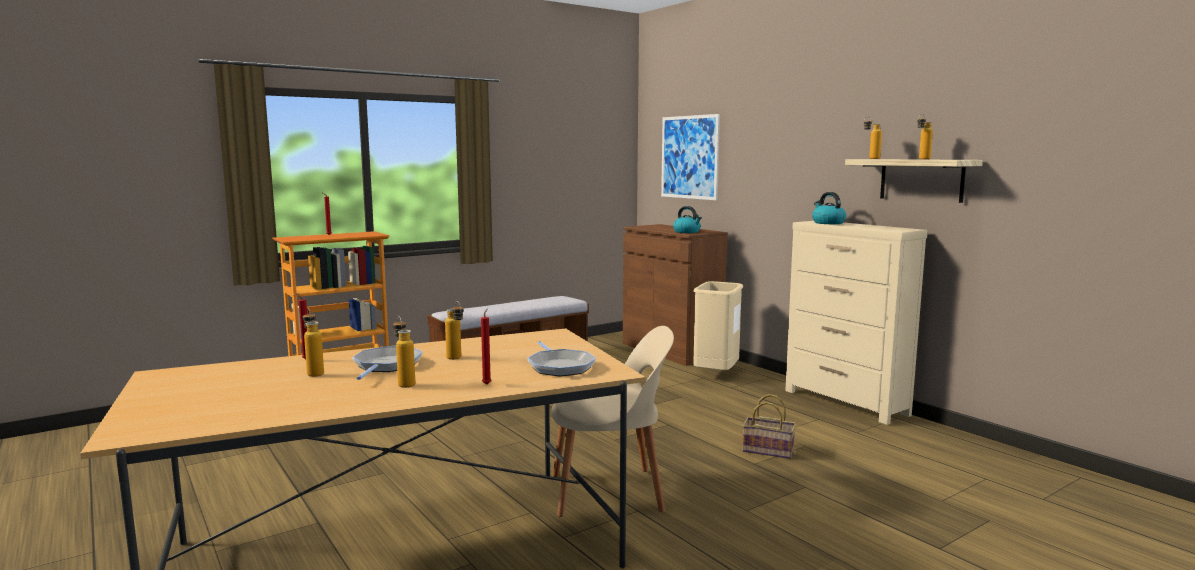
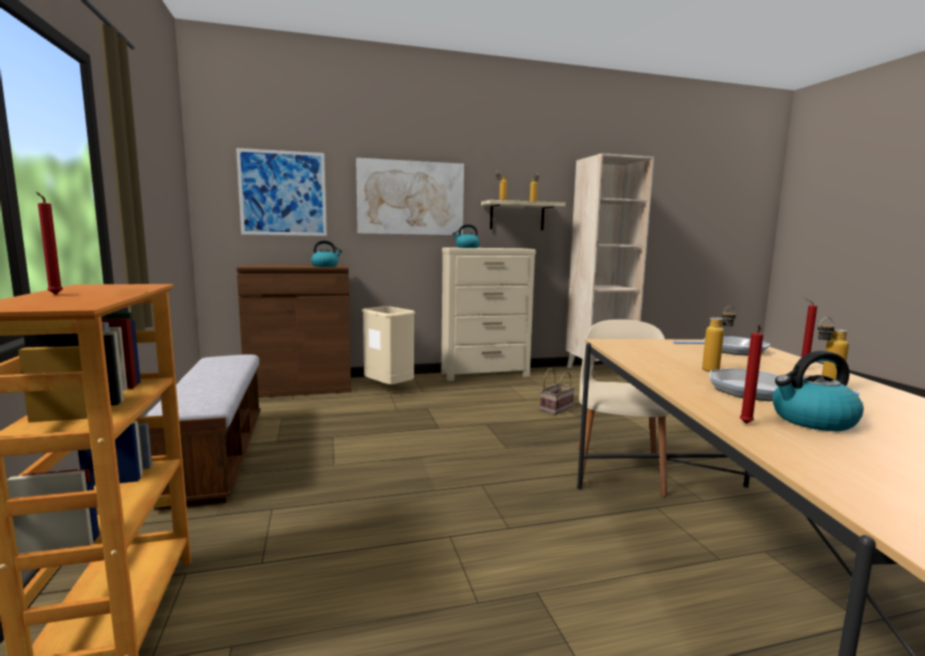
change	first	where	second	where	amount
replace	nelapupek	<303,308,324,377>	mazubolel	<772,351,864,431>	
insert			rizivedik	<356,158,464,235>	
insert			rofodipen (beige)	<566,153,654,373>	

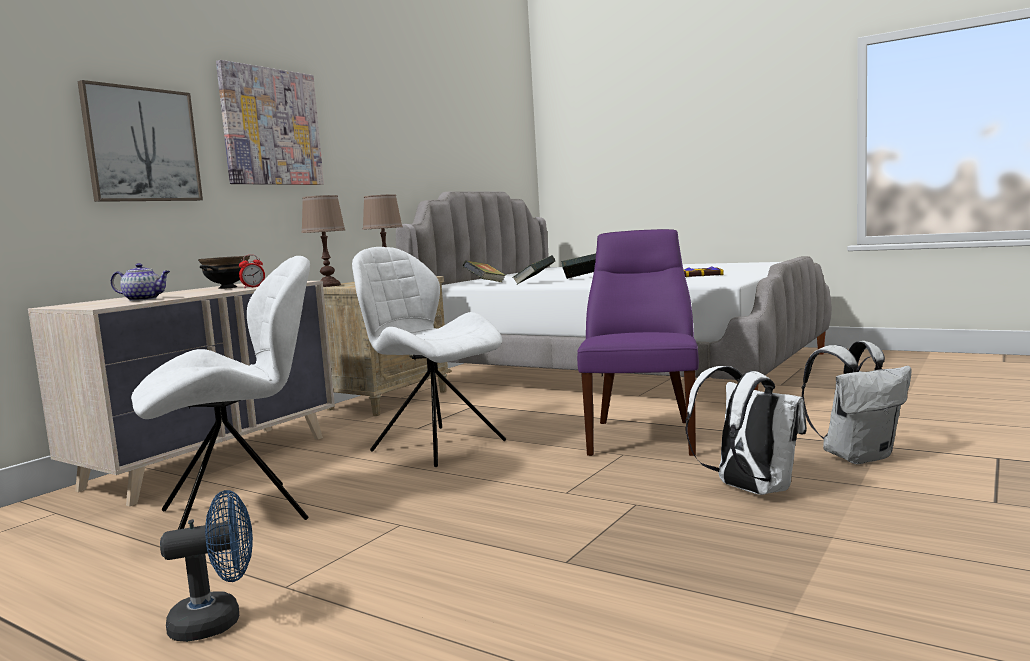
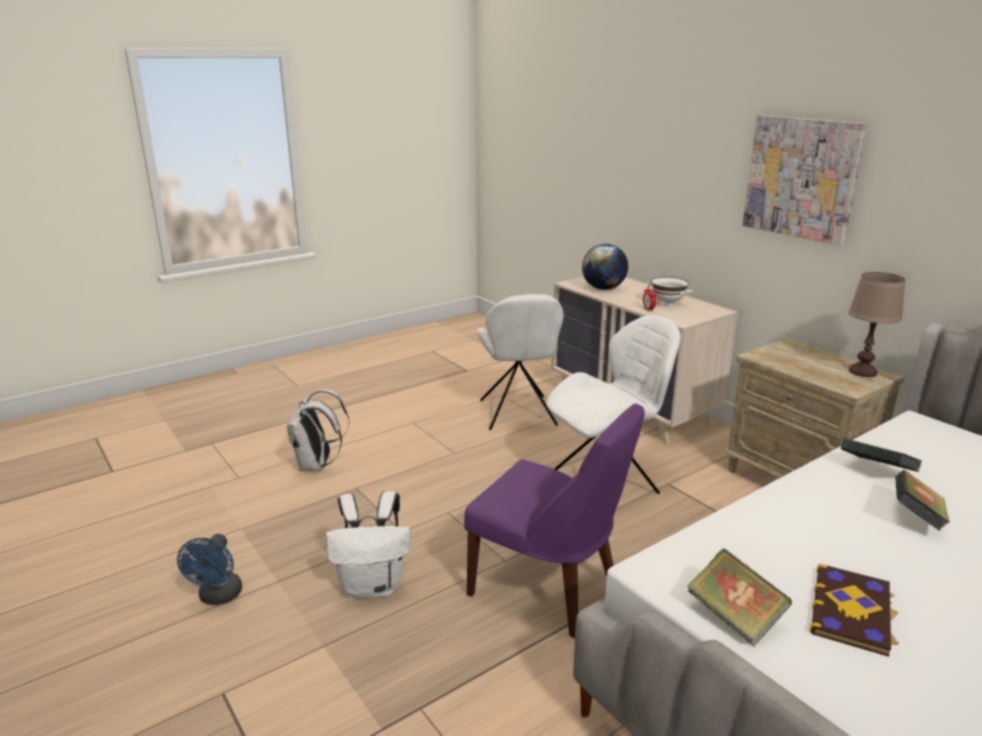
change	first	where	second	where	amount
delete	rizivedik	<77,80,203,202>			
replace	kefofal	<111,263,170,301>	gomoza	<582,244,628,290>	
move	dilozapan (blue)	<160,490,253,642>		<177,534,242,605>	
recolor	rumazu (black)	<198,256,250,289>	rumazu (white)	<647,277,693,306>	
delete	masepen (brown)	<301,195,345,287>			
move	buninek	<463,260,506,282>		<687,549,792,647>	
move	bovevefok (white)	<802,341,912,464>		<287,389,350,471>	

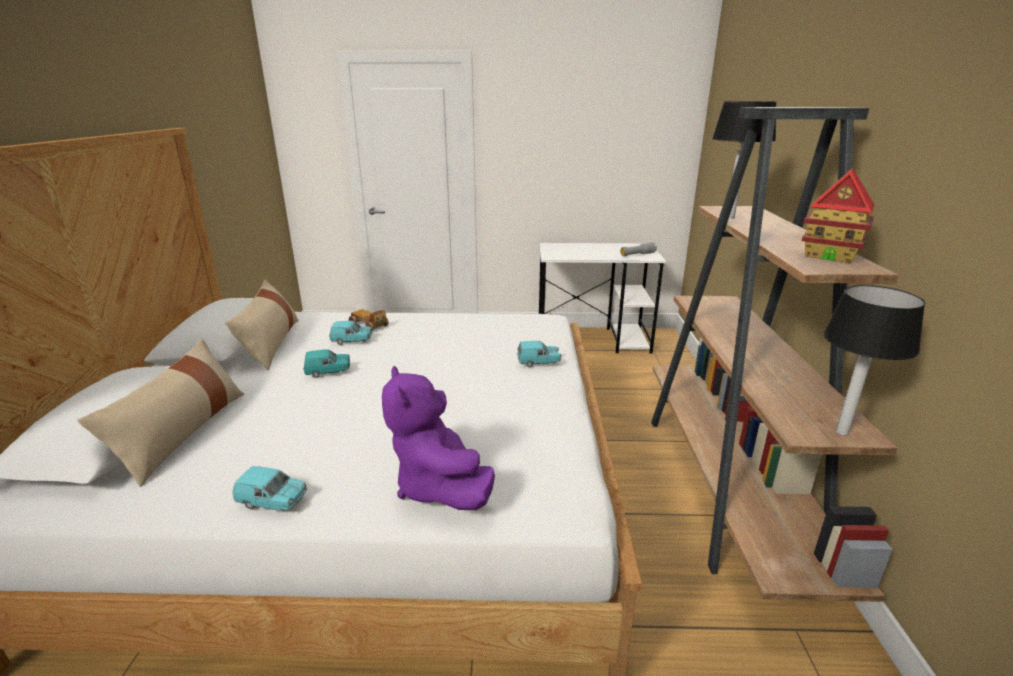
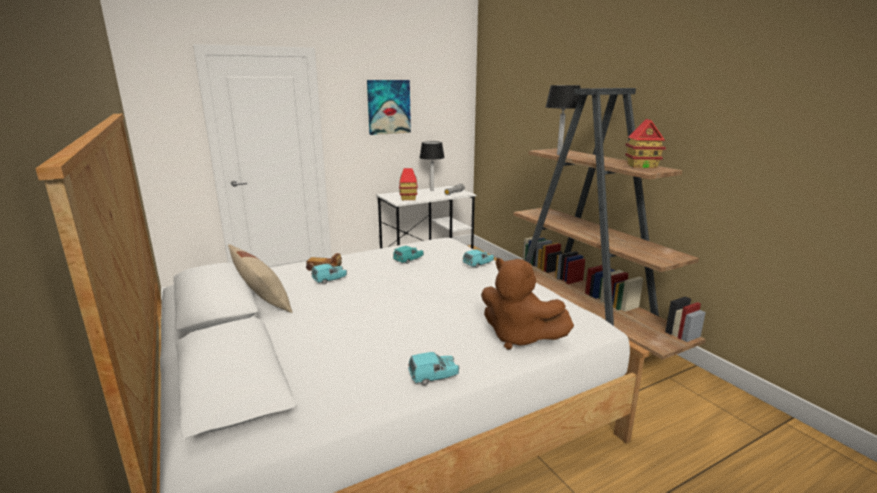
change	first	where	second	where	amount
delete	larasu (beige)	<77,339,244,487>			
move	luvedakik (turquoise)	<303,349,350,378>		<393,246,424,264>	
recolor	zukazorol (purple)	<382,366,495,510>	zukazorol (brown)	<481,258,574,350>	
move	masepen	<823,285,925,435>		<419,141,445,191>	
insert			rizivedik	<367,80,411,135>	
insert			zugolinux	<399,168,418,200>	

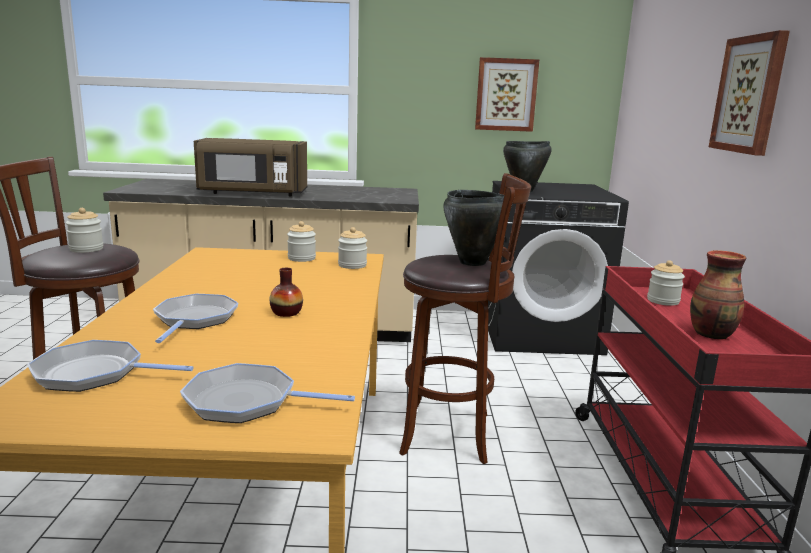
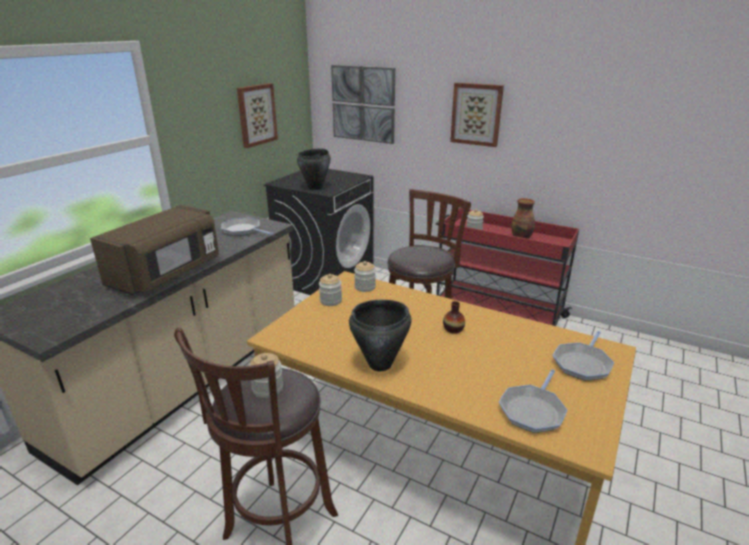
change	first	where	second	where	amount
move	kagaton	<153,294,238,343>		<221,218,273,236>	
move	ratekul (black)	<443,190,504,266>		<349,300,411,371>	
insert			rizivedik	<331,65,395,144>	

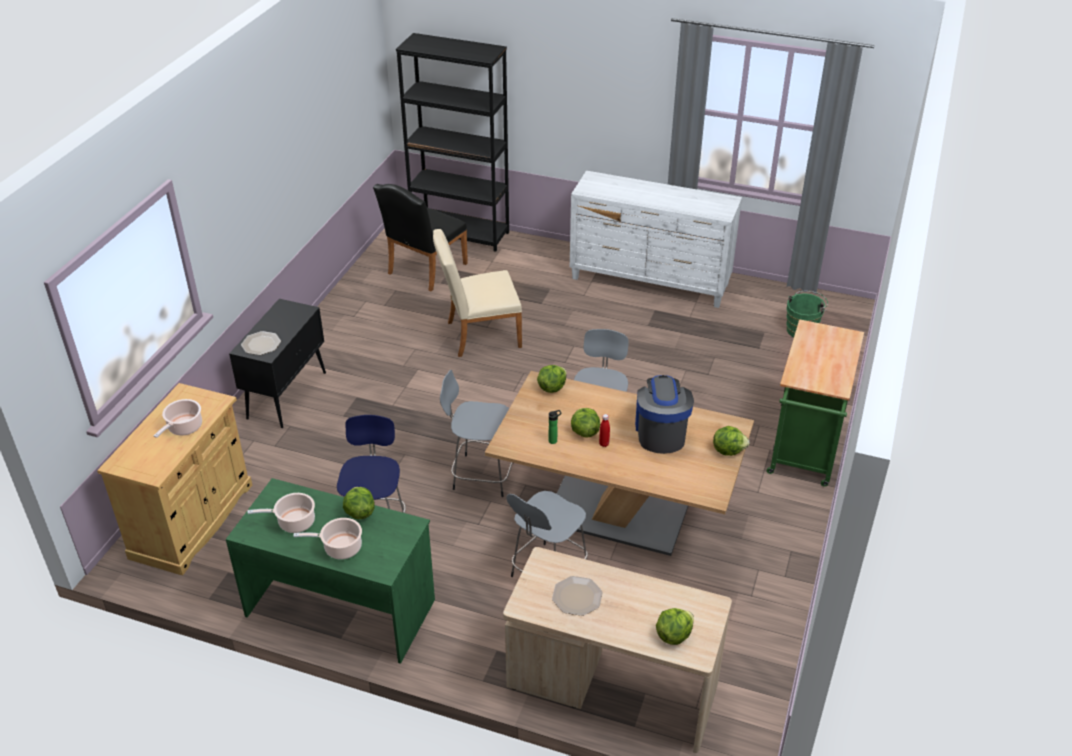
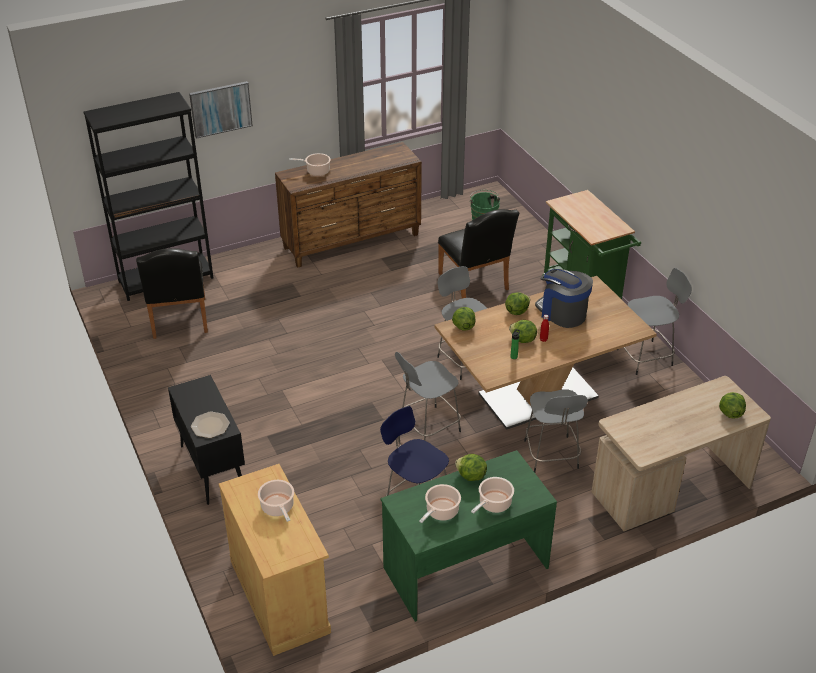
change	first	where	second	where	amount
delete	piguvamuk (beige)	<433,229,522,357>			
delete	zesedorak	<552,576,603,616>			
recolor	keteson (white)	<570,171,742,308>	keteson (brown)	<275,142,422,268>	
move	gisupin	<713,426,750,456>		<505,292,530,315>	
insert			rizivedik	<189,81,253,139>	
insert			ratekul	<289,153,331,176>	
insert			piguvamuk (black)	<438,209,519,298>	
insert			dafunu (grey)	<617,268,692,375>	

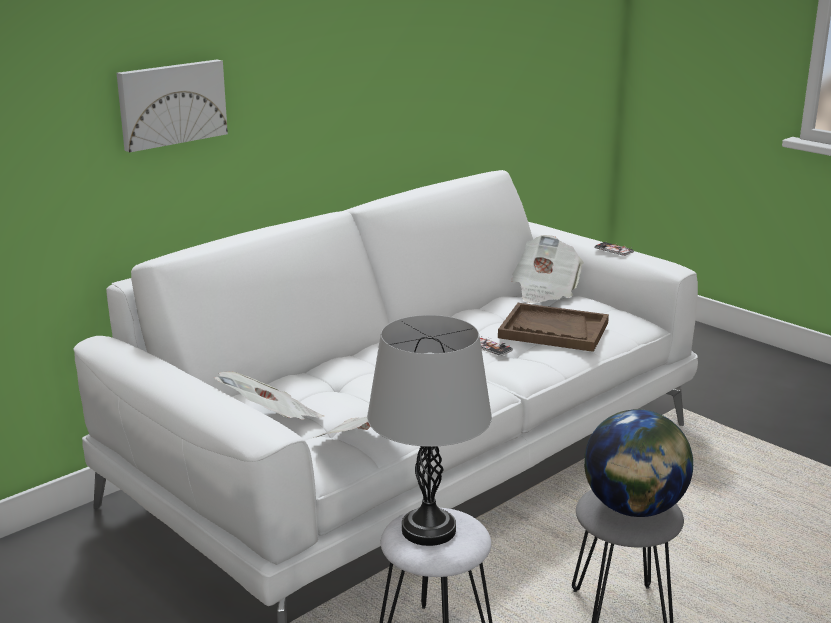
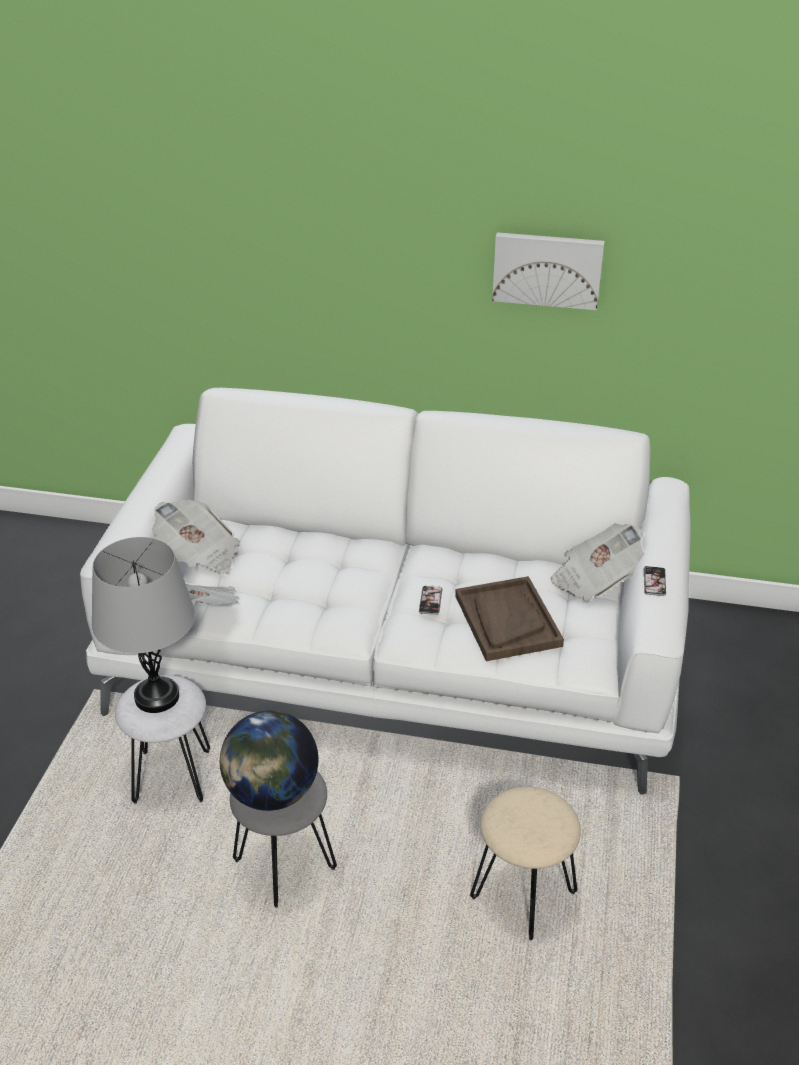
change	first	where	second	where	amount
move	rizivedik	<116,60,228,152>		<492,232,605,310>	
insert			dafunu (beige)	<470,787,581,940>	

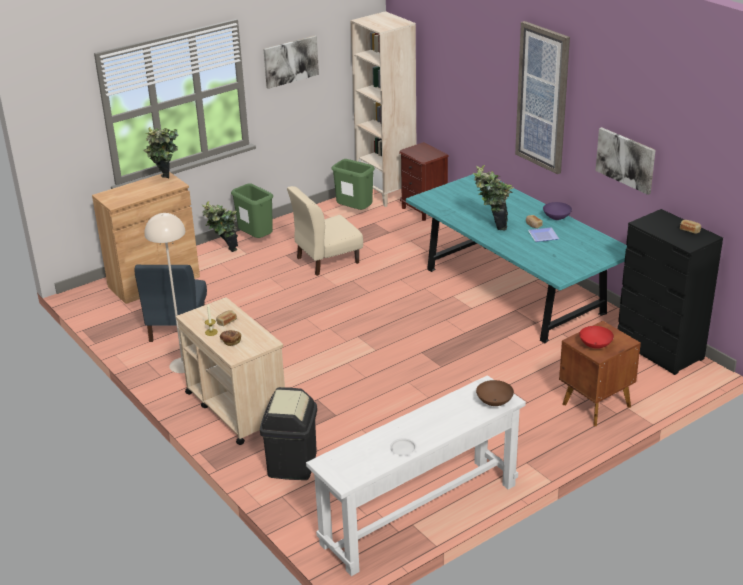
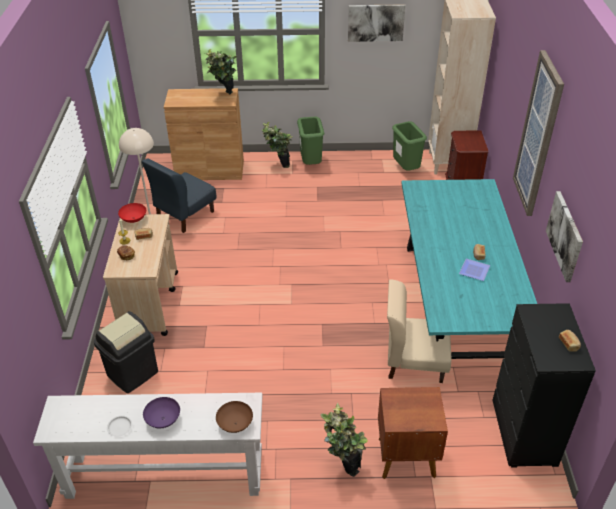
change	first	where	second	where	amount
move	piguvamuk (beige)	<287,186,363,276>		<387,280,451,383>	
move	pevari	<472,165,514,230>		<321,403,368,477>	
move	rumazu (purple)	<543,202,572,220>		<143,397,180,428>	
move	rumazu (red)	<579,326,614,349>		<118,203,146,223>	

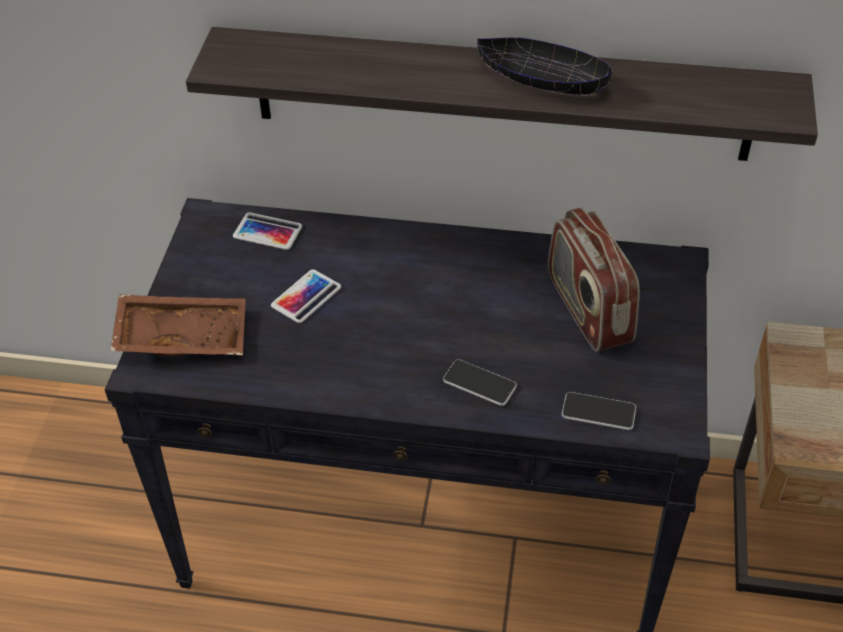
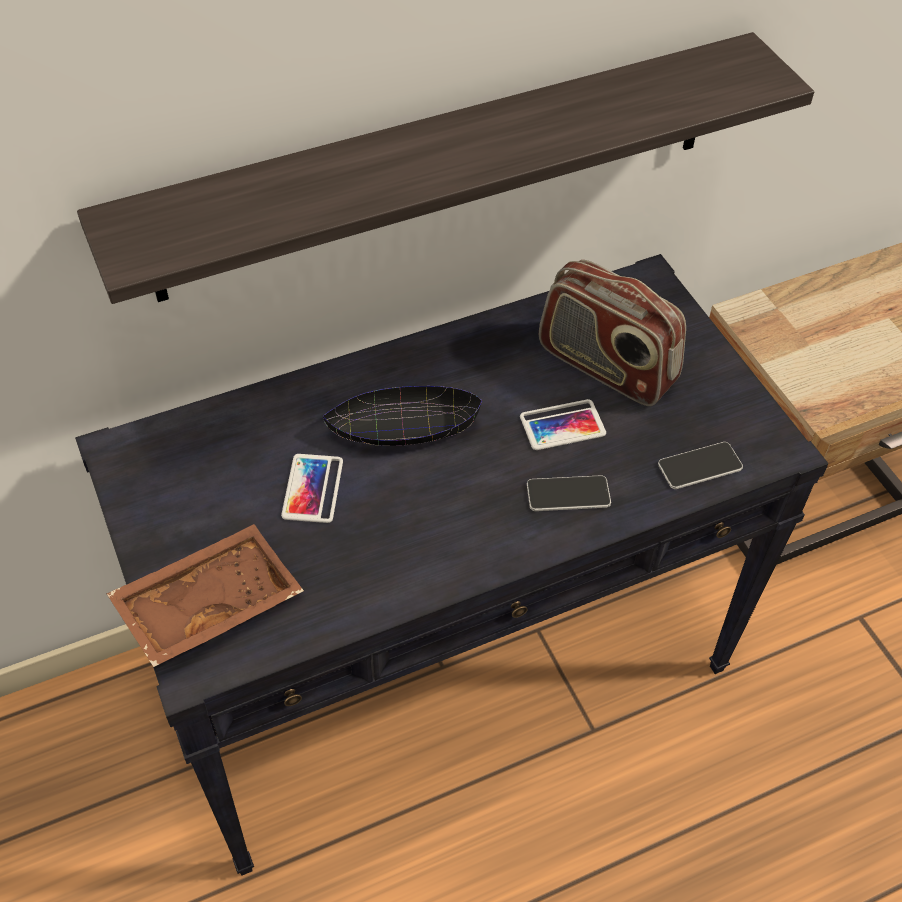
change	first	where	second	where	amount
move	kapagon	<233,212,302,250>		<520,399,606,450>	
move	rumazu (black)	<477,37,613,96>		<323,386,482,446>	

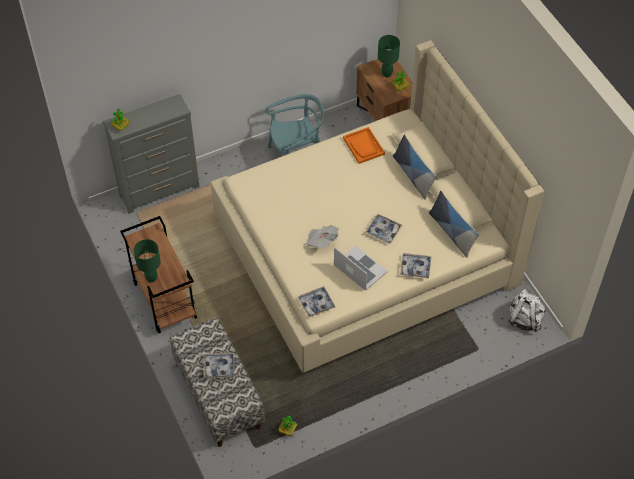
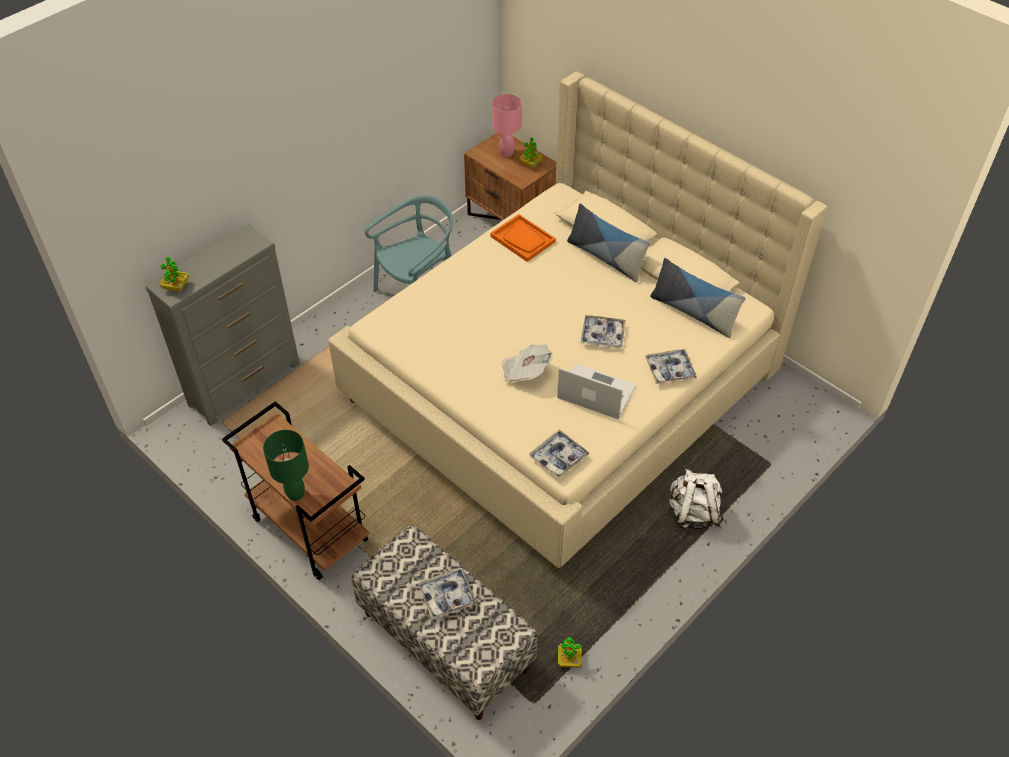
change	first	where	second	where	amount
recolor	masepen (green)	<378,35,400,77>	masepen (pink)	<492,94,522,157>	
move	bovevefok (white)	<509,289,546,332>		<669,468,724,529>	

